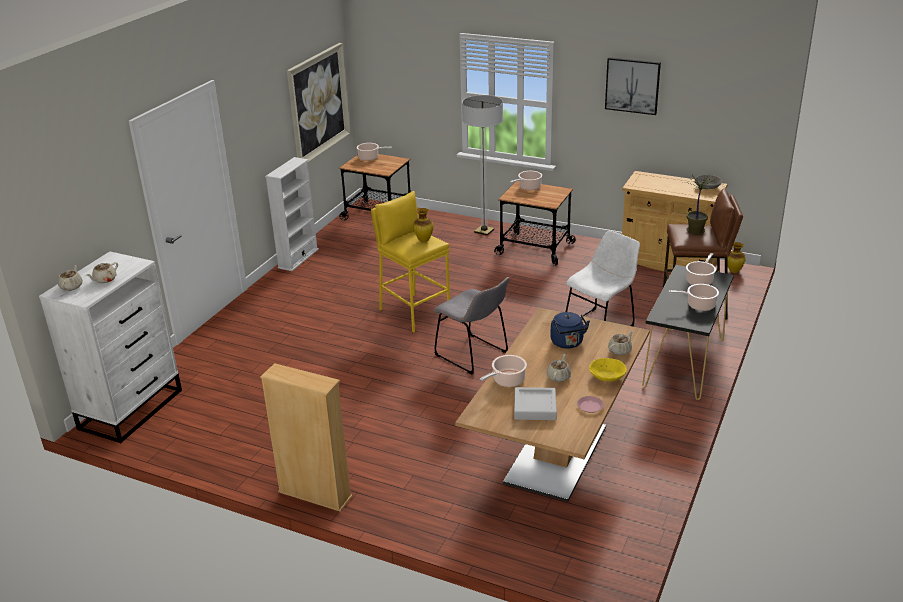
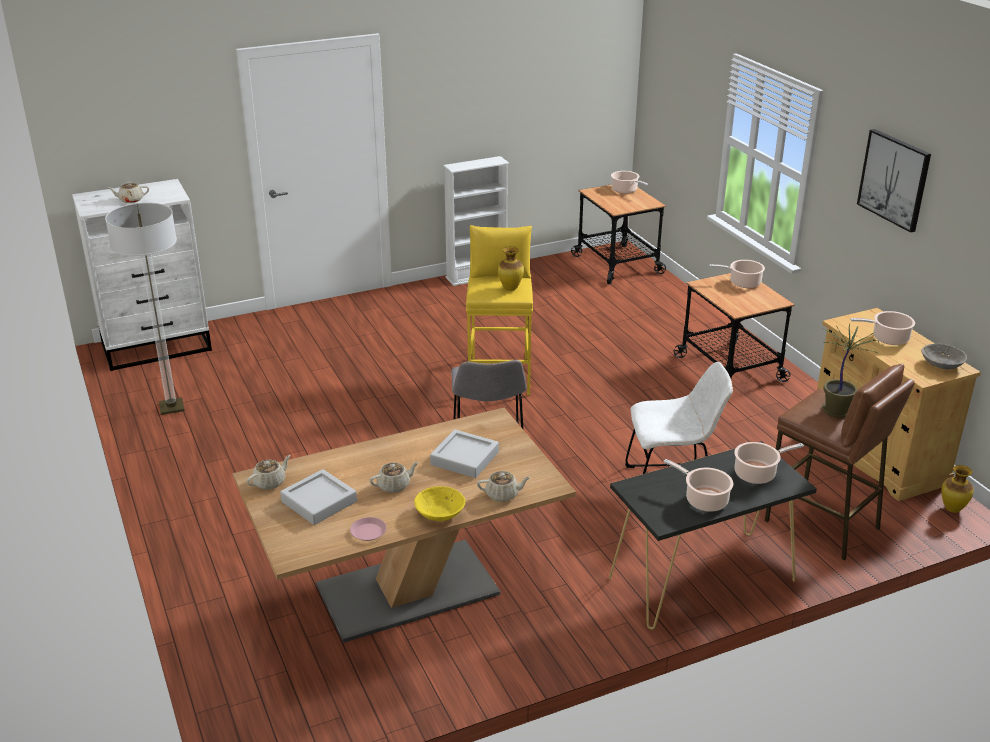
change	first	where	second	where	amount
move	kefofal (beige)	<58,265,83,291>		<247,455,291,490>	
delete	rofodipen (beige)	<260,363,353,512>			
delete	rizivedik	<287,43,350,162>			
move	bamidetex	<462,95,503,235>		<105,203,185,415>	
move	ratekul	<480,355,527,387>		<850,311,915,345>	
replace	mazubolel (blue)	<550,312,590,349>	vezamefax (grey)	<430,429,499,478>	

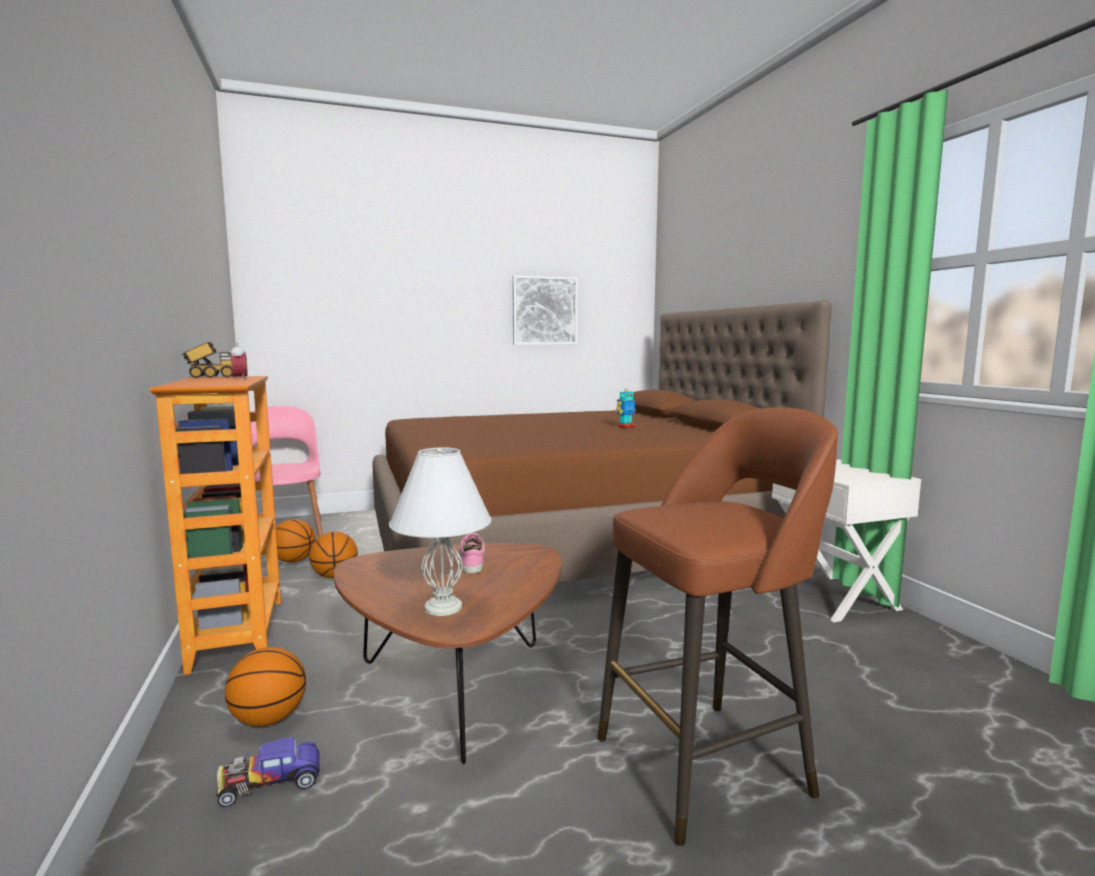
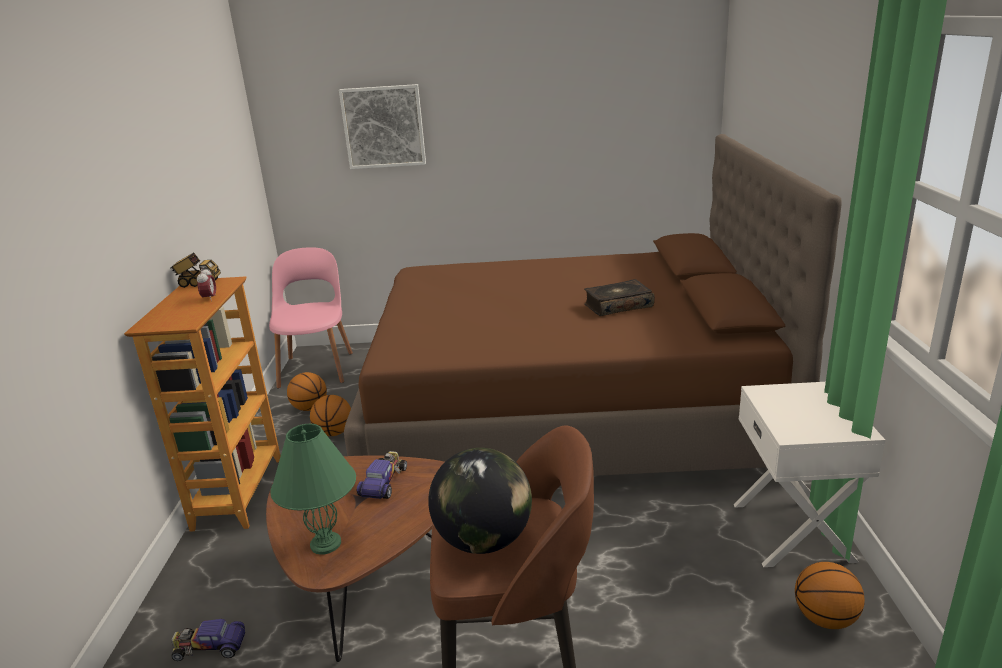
change	first	where	second	where	amount
move	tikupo	<225,647,306,727>		<795,562,865,629>	
recolor	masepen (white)	<389,447,492,616>	masepen (green)	<270,424,356,555>	
replace	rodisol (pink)	<458,533,485,573>	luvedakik	<357,451,407,499>	
move	rizivedik	<512,275,578,345>		<339,84,426,169>	
replace	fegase	<616,388,635,429>	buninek	<584,279,655,316>	
insert			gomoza	<428,448,532,554>	

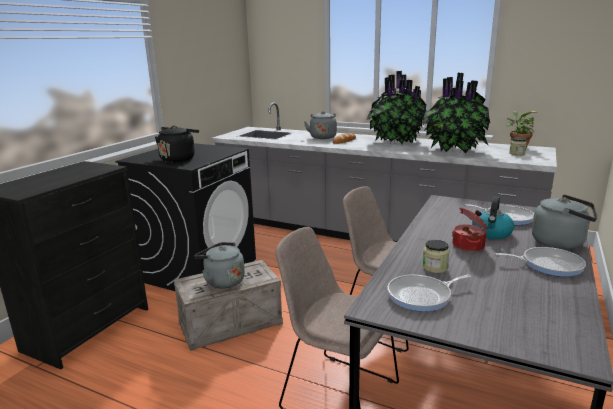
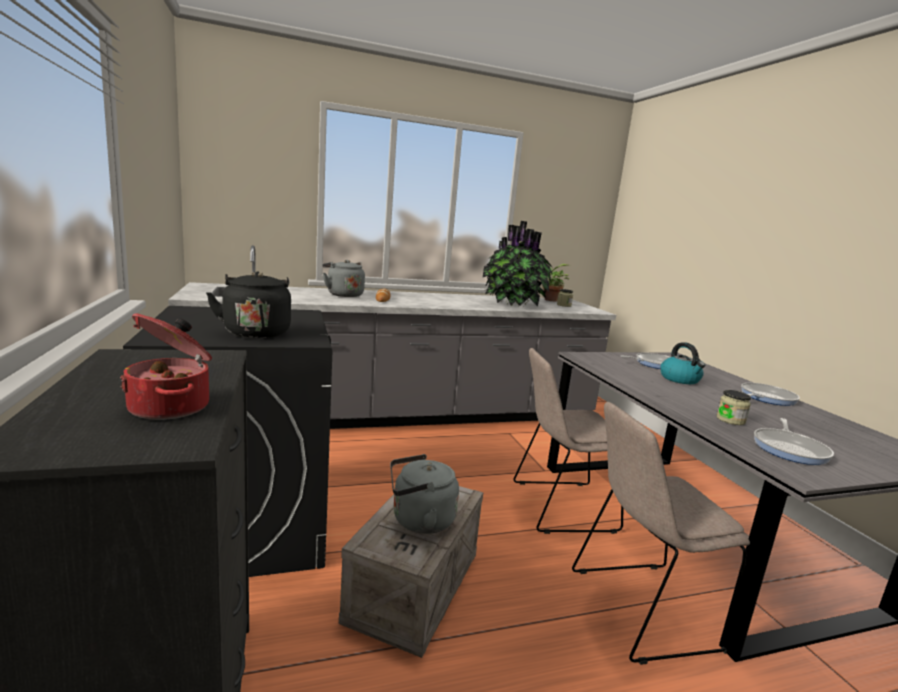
change	first	where	second	where	amount
delete	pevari	<367,71,426,144>			
move	ratekul	<452,207,489,252>		<120,313,212,420>	
delete	mazubolel (grey)	<532,195,597,250>			

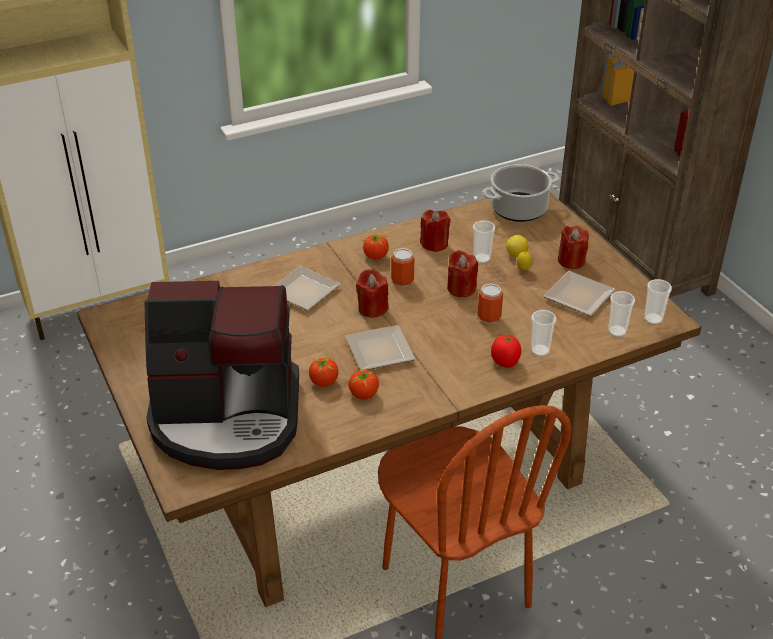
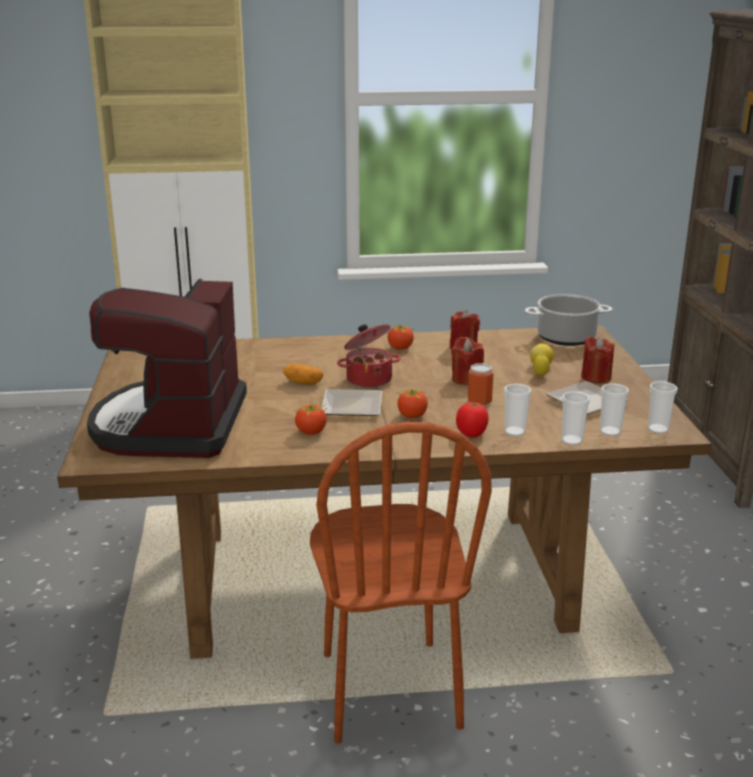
change	first	where	second	where	amount
rotate	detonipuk	<145,281,299,470>		<87,279,247,458>	75 degrees clockwise
delete	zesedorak	<274,266,341,311>			
move	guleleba	<309,354,339,387>		<396,388,428,418>	
replace	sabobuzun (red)	<356,269,389,318>	ratekul	<337,324,401,388>	
delete	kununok	<391,248,414,287>			
move	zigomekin	<473,220,495,263>		<561,392,590,445>	
insert			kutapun	<283,364,323,385>	

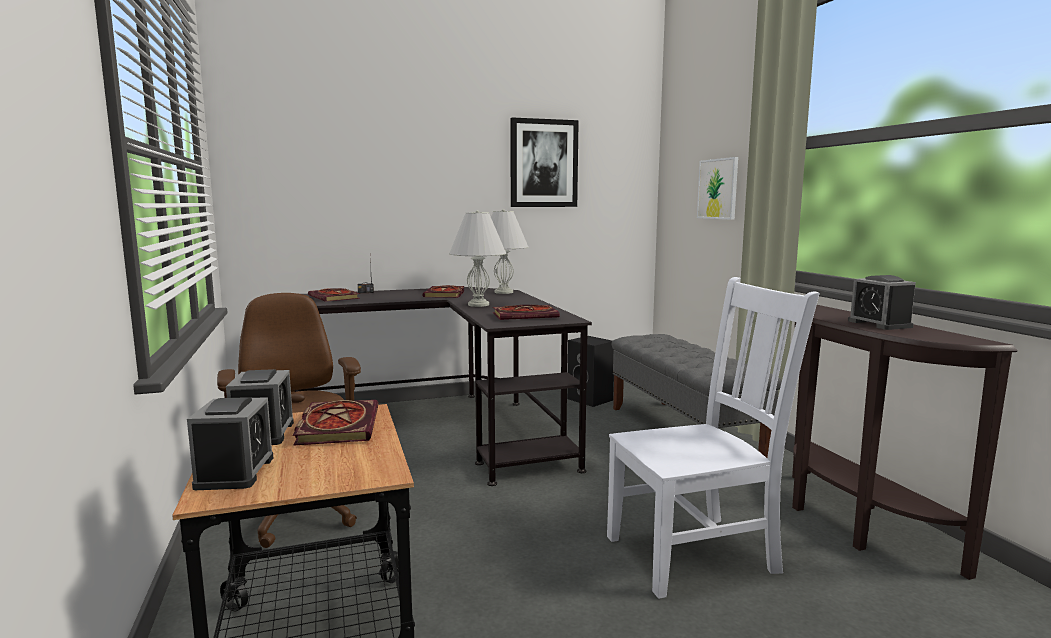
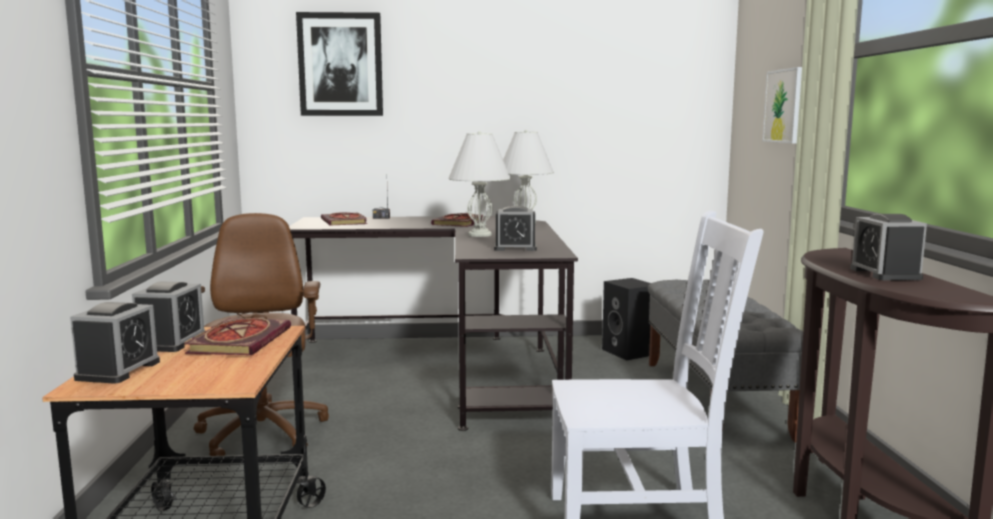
change	first	where	second	where	amount
replace	buninek	<493,305,560,320>	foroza	<494,206,537,251>	
move	rizivedik	<510,117,579,207>		<296,12,383,116>	

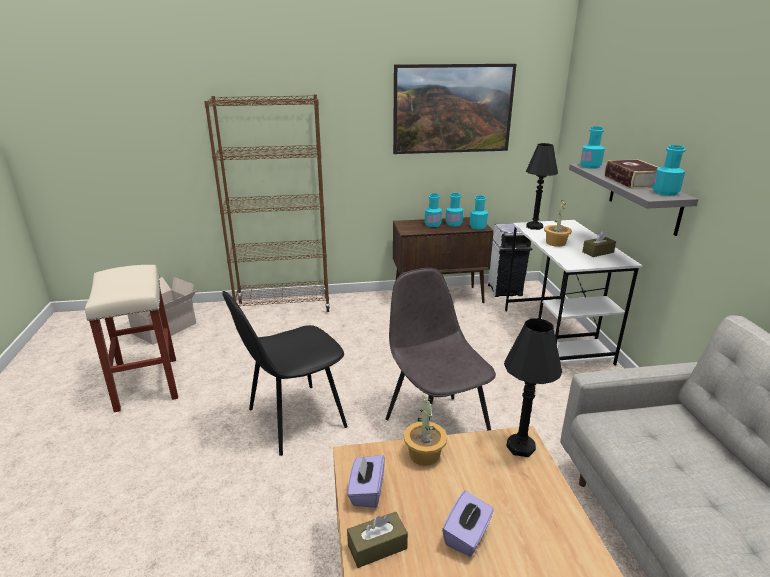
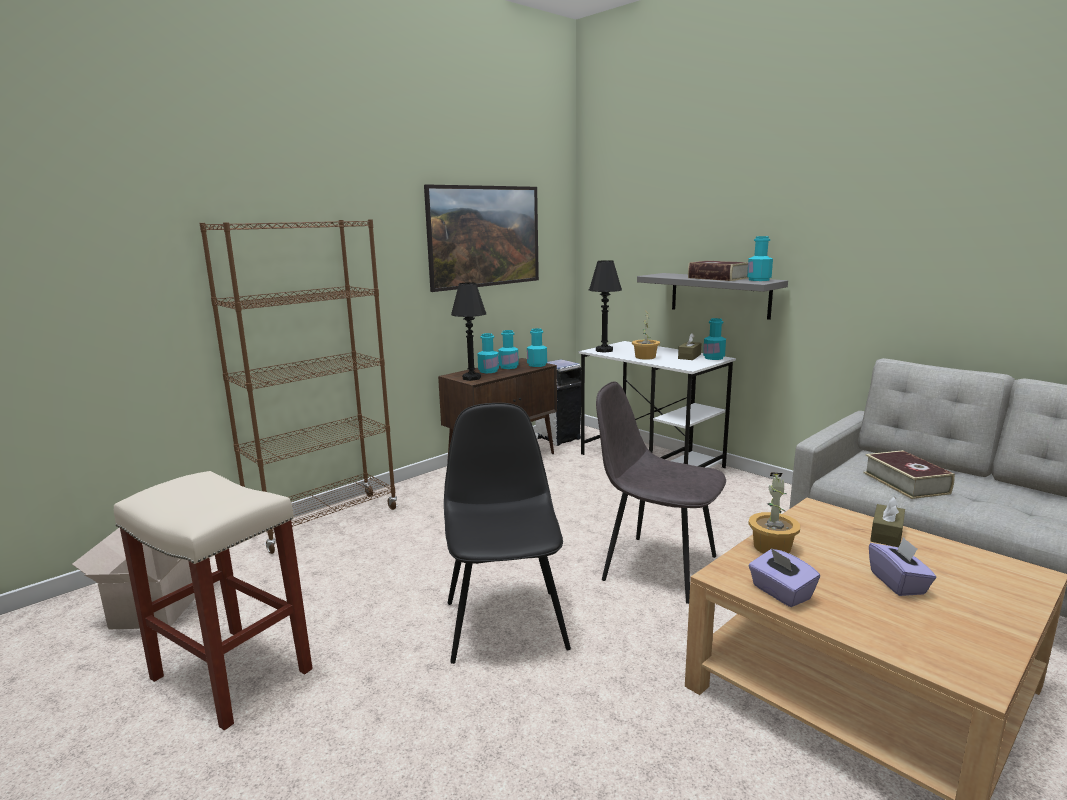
change	first	where	second	where	amount
rotate	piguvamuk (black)	<222,291,348,456>		<444,403,571,664>	150 degrees clockwise
move	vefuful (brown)	<347,512,408,568>		<870,497,905,547>	
move	masepen (black)	<504,318,562,457>		<451,282,486,381>	
move	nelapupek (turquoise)	<580,126,605,169>		<703,318,726,360>	
insert			buninek	<863,450,955,499>	

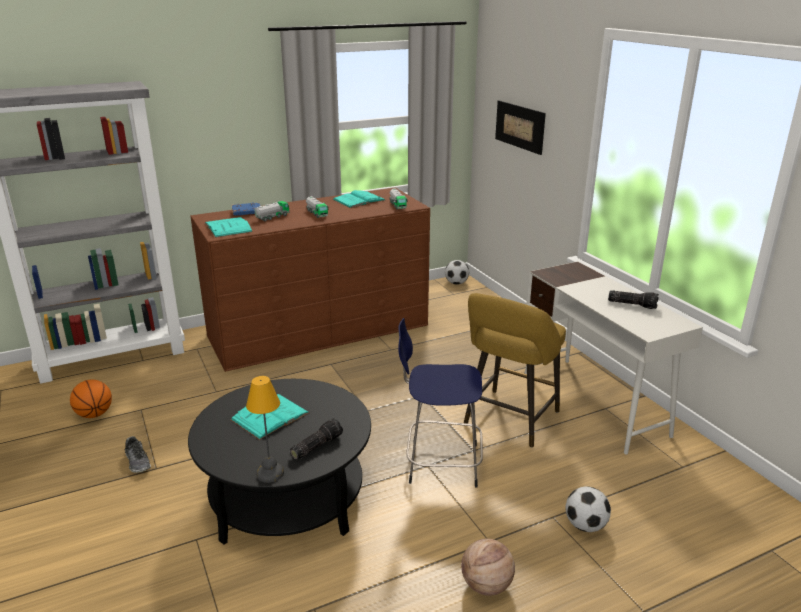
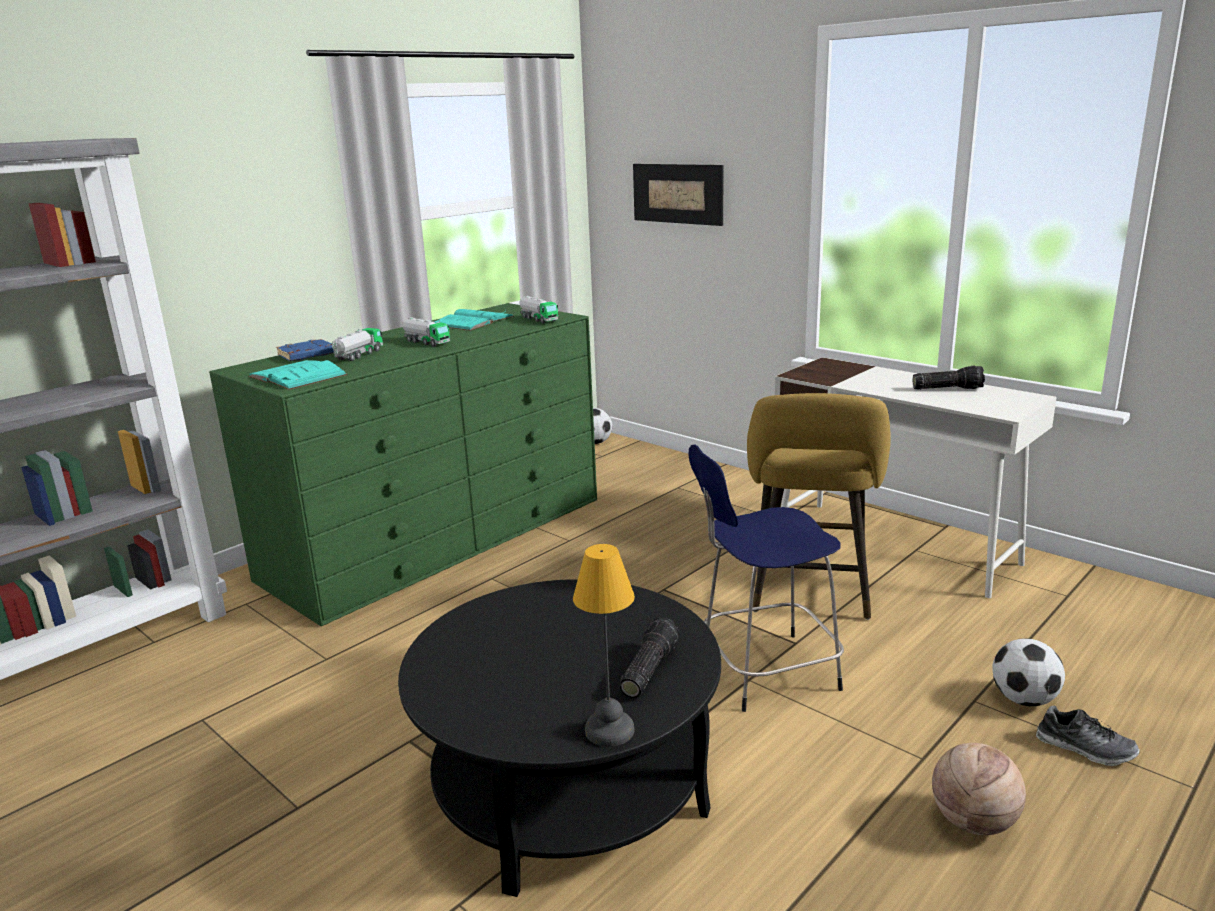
change	first	where	second	where	amount
delete	tikupo	<70,380,112,418>			
move	rodisol	<125,436,151,473>		<1036,706,1140,766>	
recolor	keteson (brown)	<190,188,430,372>	keteson (green)	<209,303,597,626>	
delete	buninek (turquoise)	<230,394,309,440>			

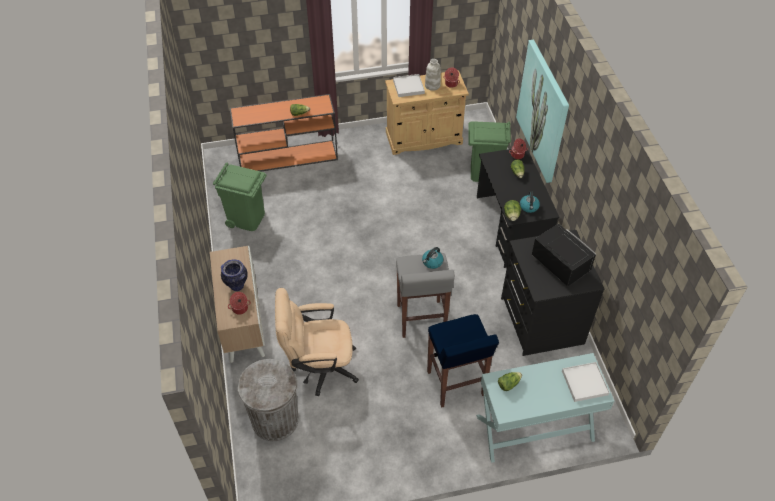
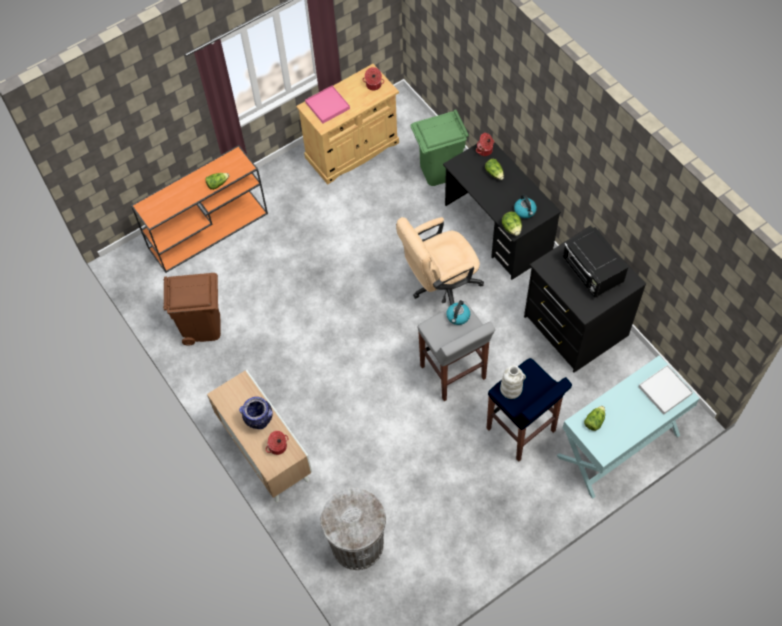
change	first	where	second	where	amount
recolor	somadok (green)	<213,163,267,231>	somadok (brown)	<163,273,221,346>	
move	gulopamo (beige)	<275,288,359,396>		<396,217,484,305>	
recolor	vezamefax (white)	<393,74,425,97>	vezamefax (pink)	<305,85,350,123>	
move	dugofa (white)	<425,59,441,91>		<500,365,526,399>	
delete	rizivedik	<516,40,569,183>			
rotate	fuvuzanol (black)	<532,224,596,287>		<563,227,628,298>	150 degrees counterclockwise

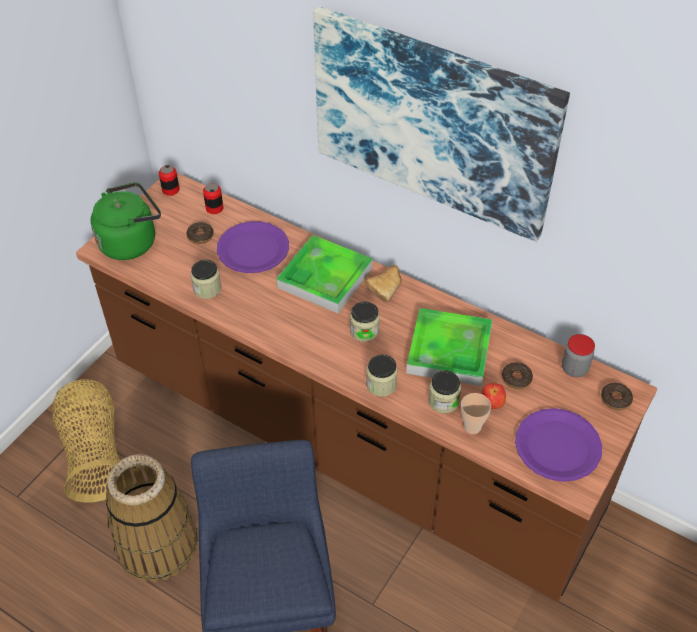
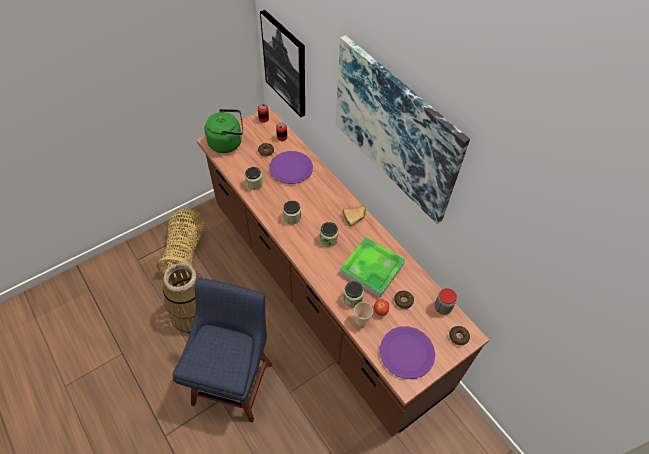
change	first	where	second	where	amount
delete	vezamefax	<277,235,373,313>			
move	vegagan	<366,354,398,397>		<283,200,301,225>	
insert			rizivedik	<260,10,305,117>	

